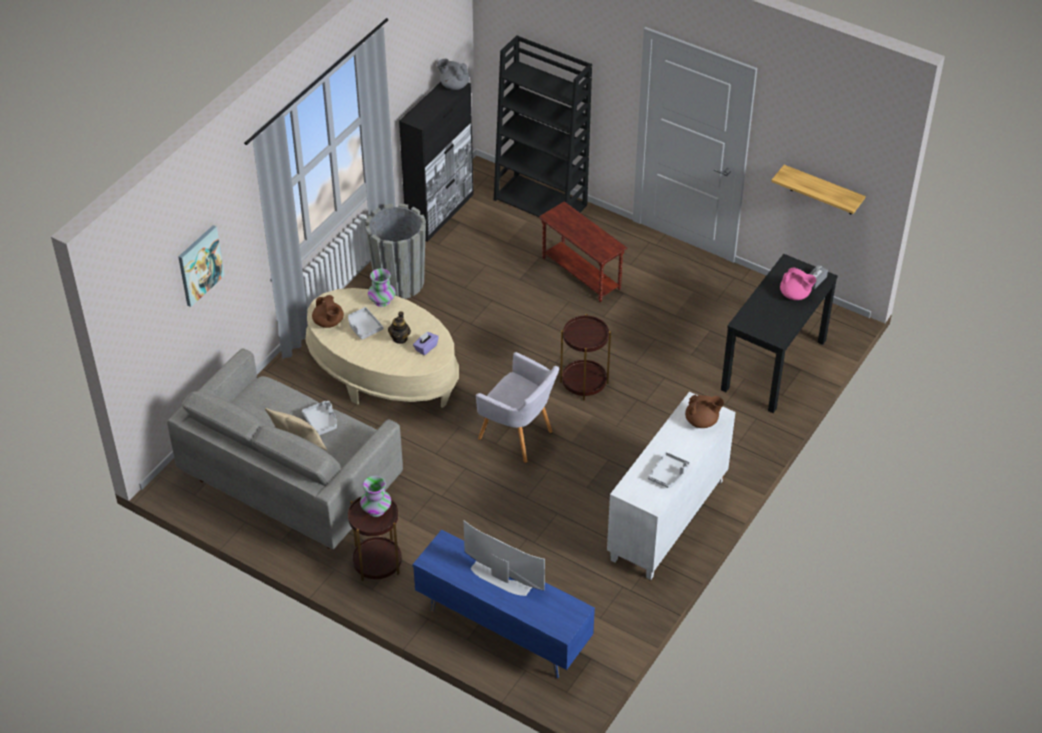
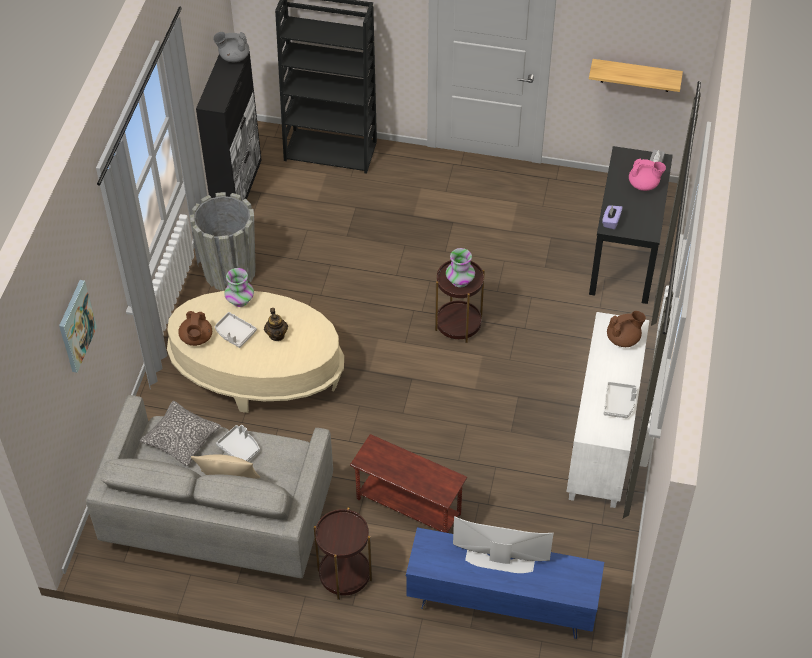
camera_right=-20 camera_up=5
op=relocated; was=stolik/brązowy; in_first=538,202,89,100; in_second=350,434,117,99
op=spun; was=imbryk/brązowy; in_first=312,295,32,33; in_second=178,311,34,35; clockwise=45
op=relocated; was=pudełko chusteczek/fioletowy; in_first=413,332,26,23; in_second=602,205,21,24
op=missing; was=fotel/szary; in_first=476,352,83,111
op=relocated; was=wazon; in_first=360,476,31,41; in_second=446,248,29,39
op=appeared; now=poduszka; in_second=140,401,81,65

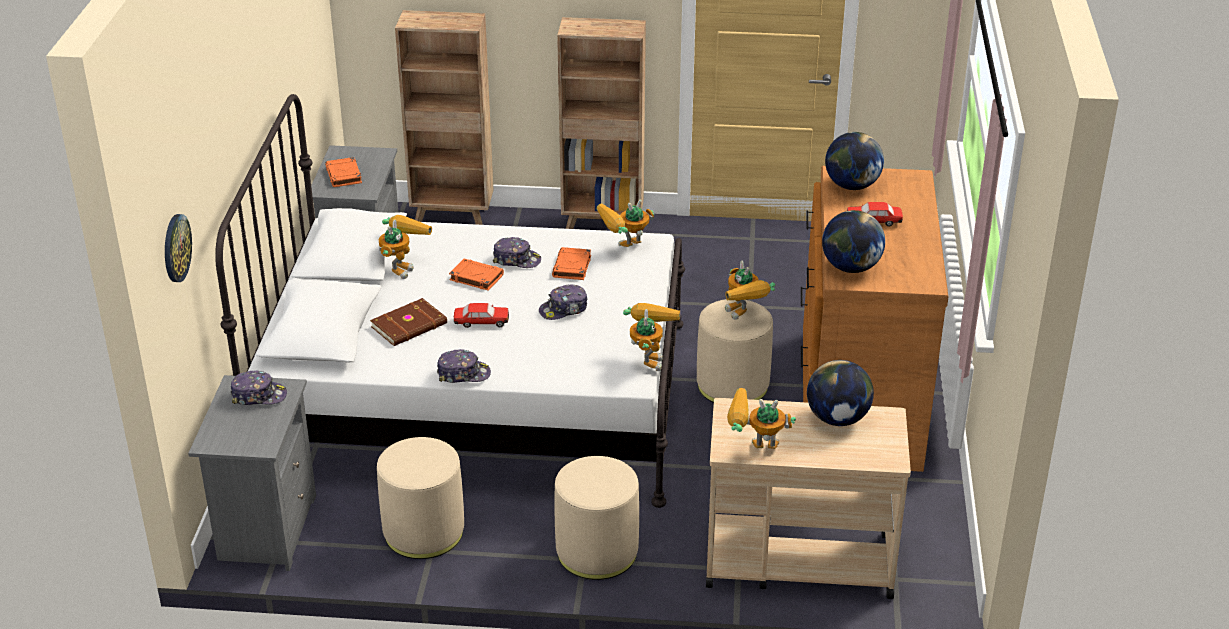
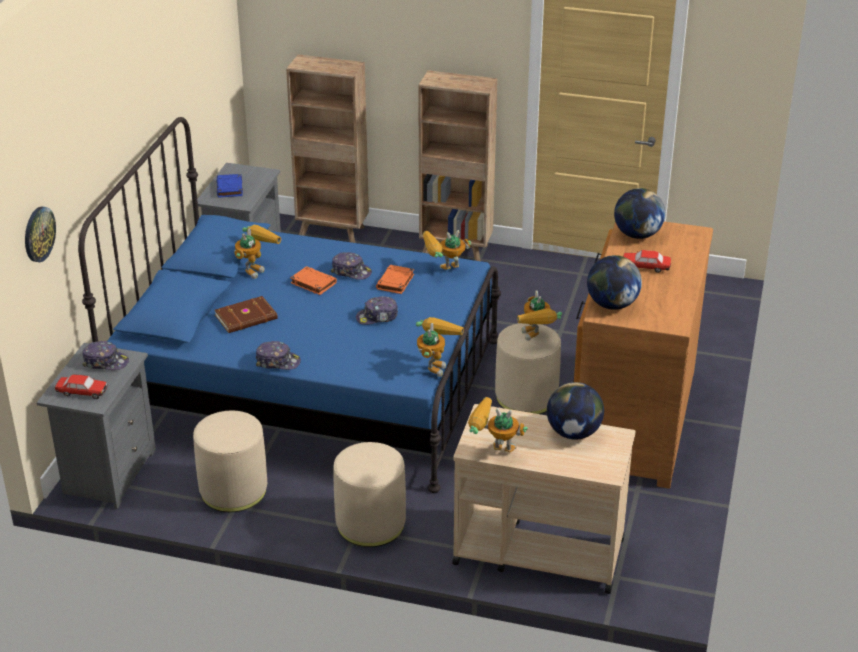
camera_right=10 camera_up=0
op=colour; was=łóżko/biały; now=łóżko/niebieski; in_first=215,94,470,414; in_second=78,117,423,376
op=colour; was=książka/pomarańczowy; now=książka/niebieski; in_first=325,157,37,30; in_second=217,174,26,23
op=relocated; was=samochodzik; in_first=454,303,55,25; in_second=55,374,53,25

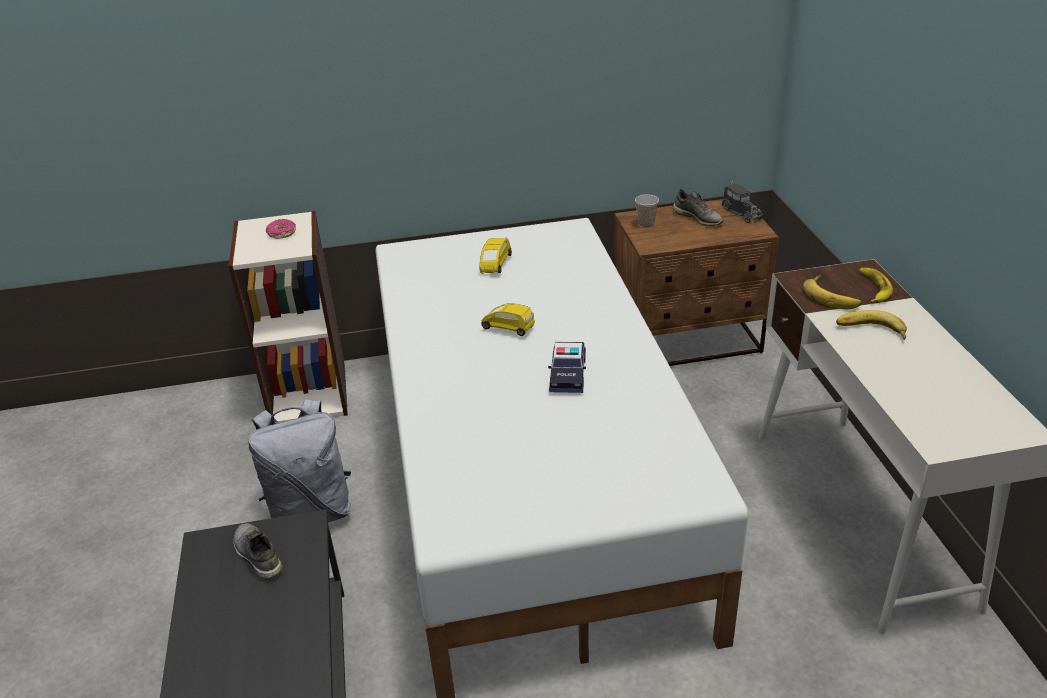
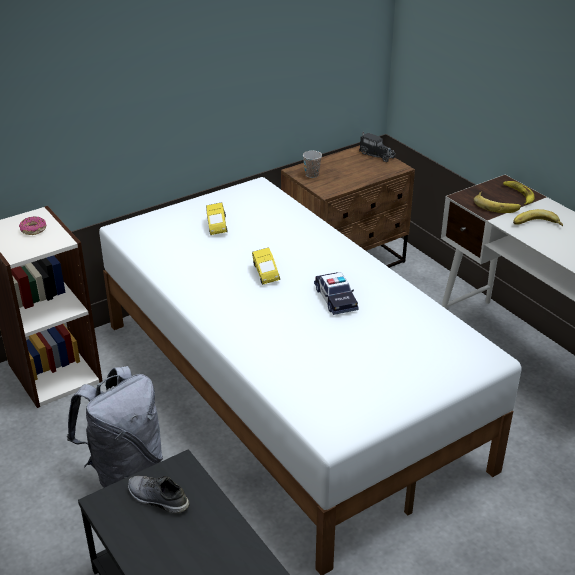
camera_right=-25 camera_up=0
op=missing; was=but/szary; in_first=673,189,51,37
op=spun; was=samochodzik/żółty; in_first=481,303,54,33; in_second=252,247,28,38; clockwise=-105

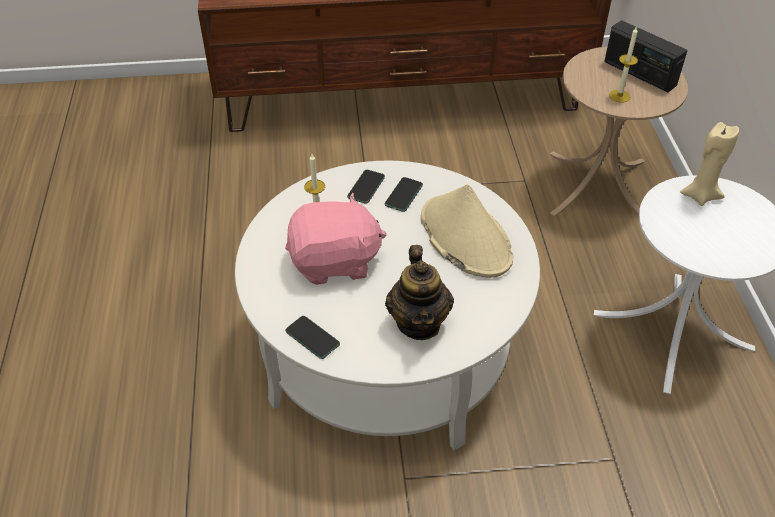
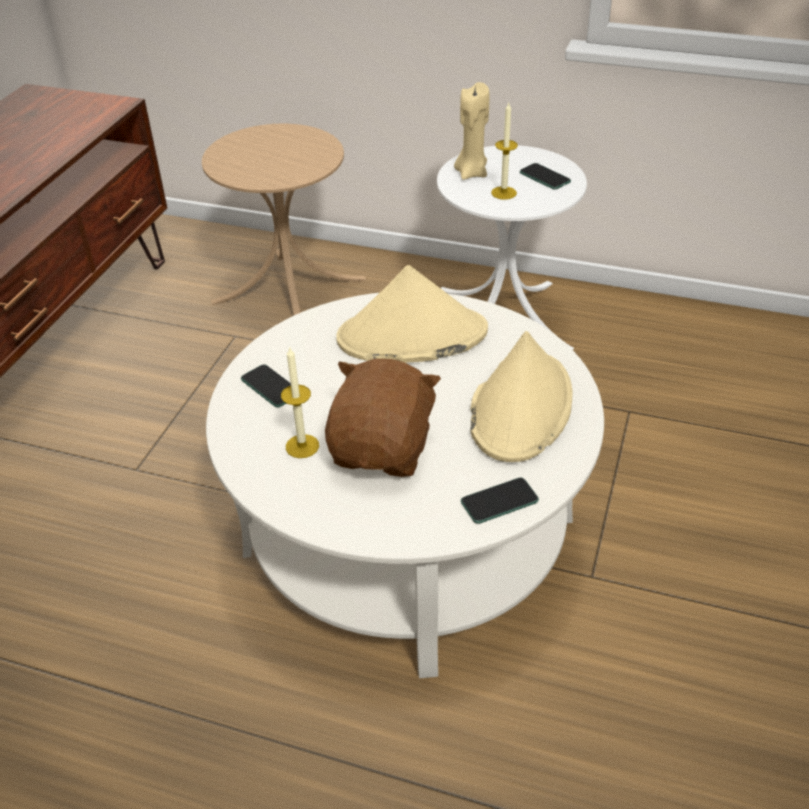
camera_right=-65 camera_up=-5
op=missing; was=radio; in_first=604,20,84,72
op=relocated; was=świeca; in_first=609,26,29,77; in_second=491,103,27,97
op=relocated; was=telefon; in_first=385,177,38,35; in_second=520,163,51,27
op=colour; was=pluszak/różowy; now=pluszak/brązowy; in_first=285,193,102,92; in_second=325,359,116,118
op=exchanged; was=imbryk; now=kapelusz/beżowy; in_first=385,245,69,95; in_second=470,331,102,131

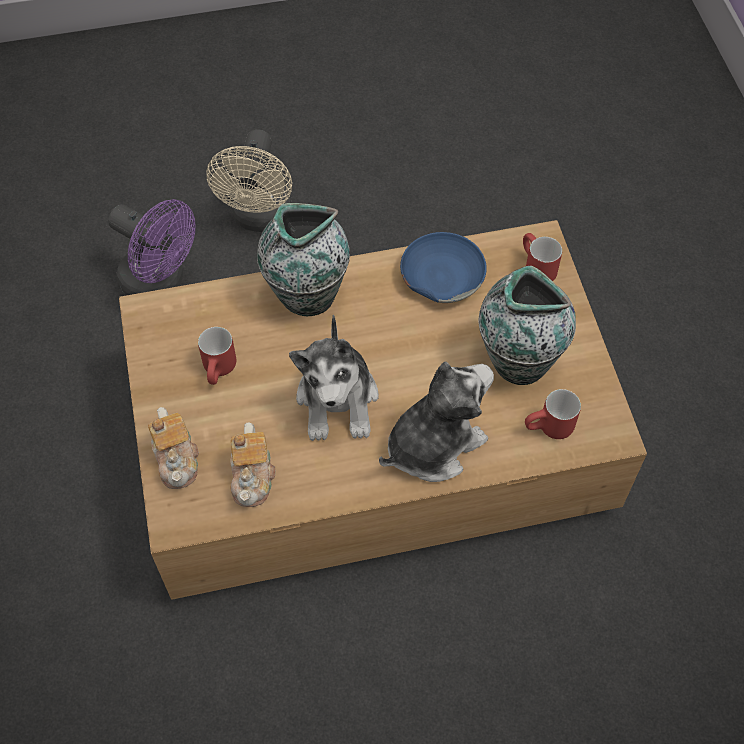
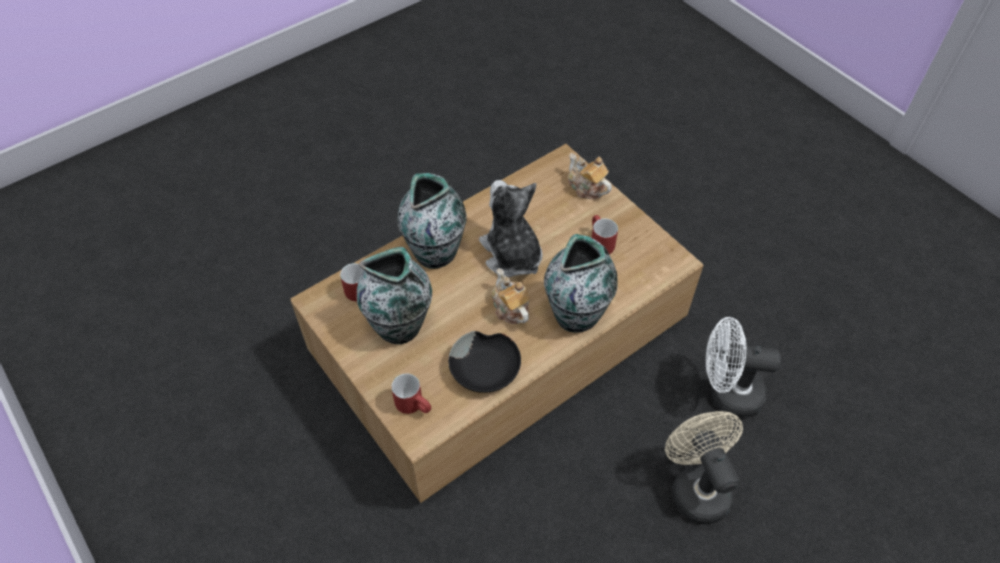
camera_right=155 camera_up=-5
op=colour; was=wentylator/fioletowy; now=wentylator/biały; in_first=108,199,87,96; in_second=706,317,75,101
op=colour; was=miska/niebieski; now=miska/czarny; in_first=400,232,87,71; in_second=448,331,73,62
op=exchanged; was=pluszak; now=wazon; in_first=379,361,115,121; in_second=397,173,70,96
op=relocated; was=imbryk; in_first=230,422,45,85; in_second=492,268,39,56

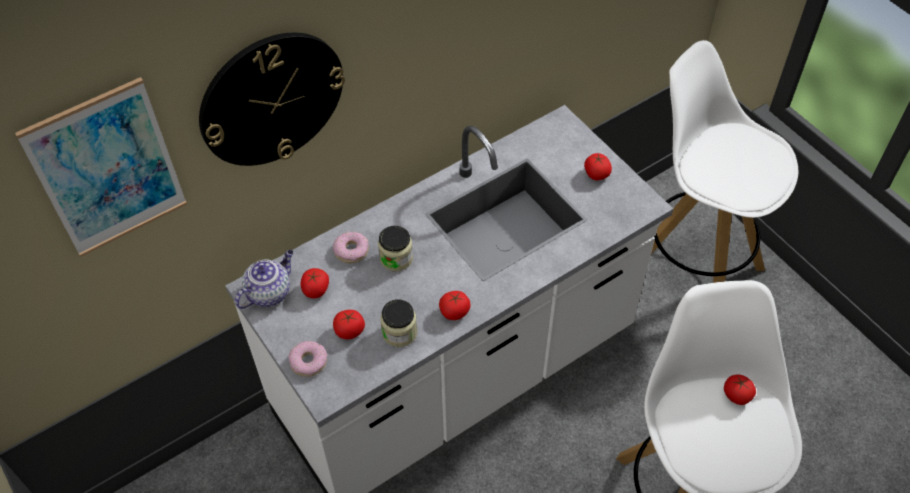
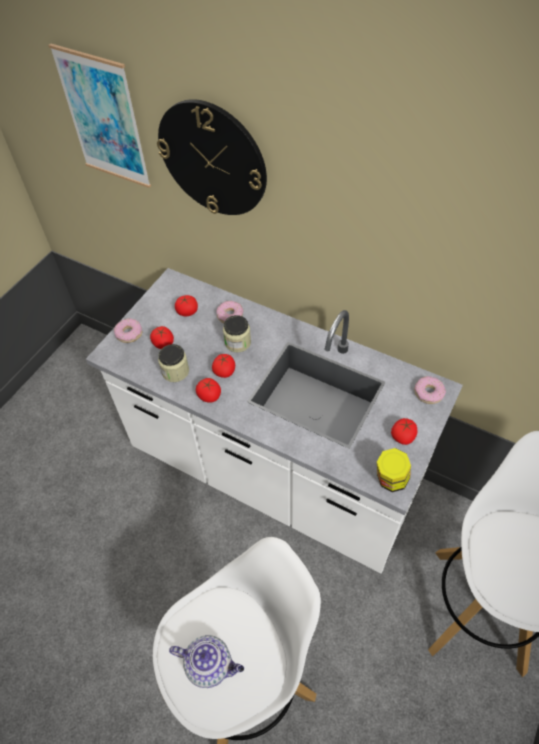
camera_right=65 camera_up=0
op=relocated; was=imbryk; in_first=235,250,58,59; in_second=169,635,75,53
op=relocated; was=pomidor; in_first=724,374,32,31; in_second=212,354,23,24
op=appeared; now=donut; in_second=414,376,32,28
op=appeared; now=słoik; in_second=377,448,34,44

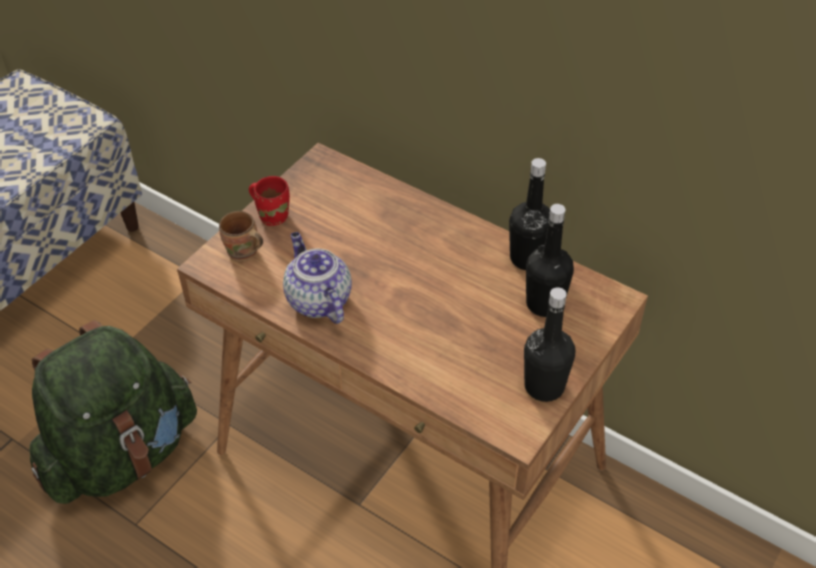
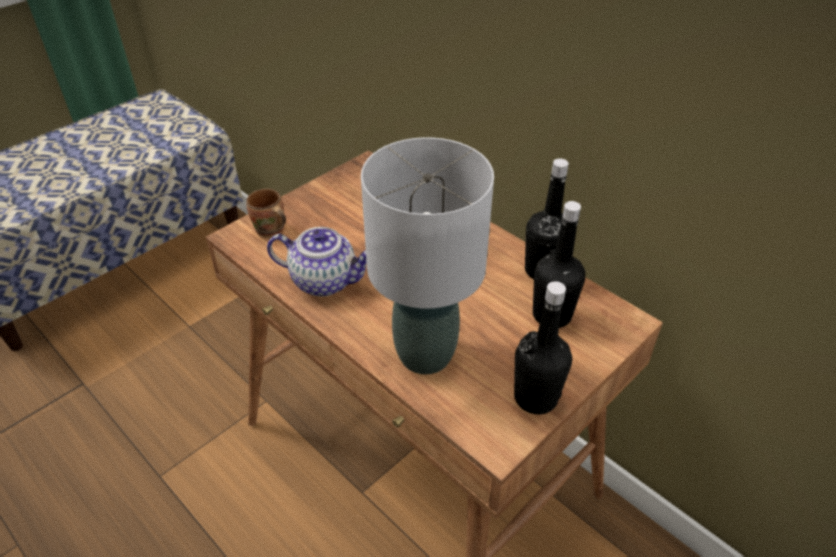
camera_right=10 camera_up=-5
op=missing; was=kubek/czerwony; in_first=249,176,41,50
op=spun; was=imbryk; in_first=283,232,69,92; in_second=267,227,100,70; clockwise=120
op=missing; was=plecak/zielony; in_first=29,320,168,184
op=appeared; now=lampa stołowa/szary; in_second=361,137,133,237

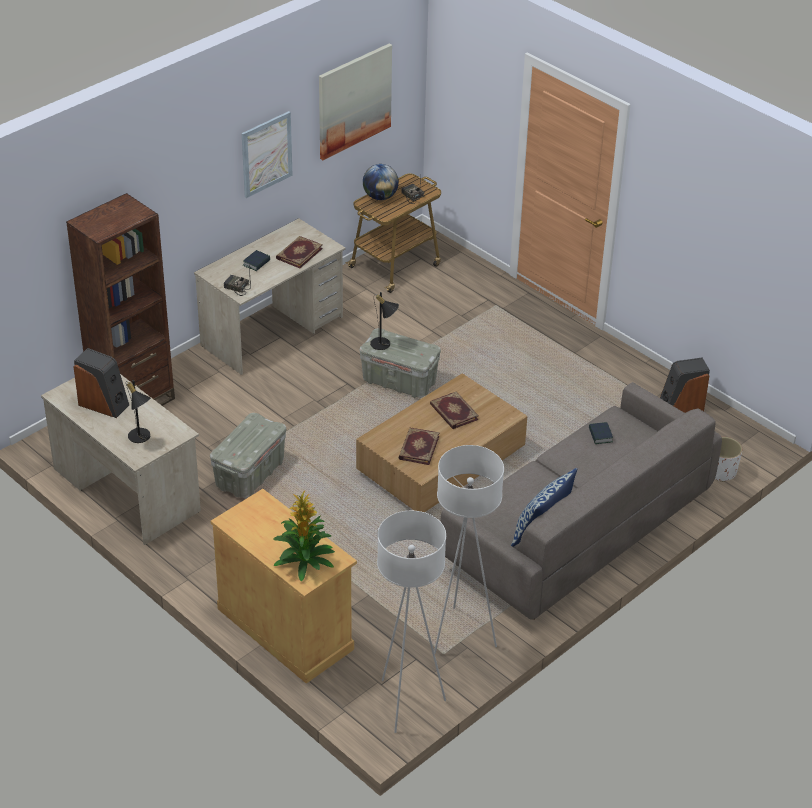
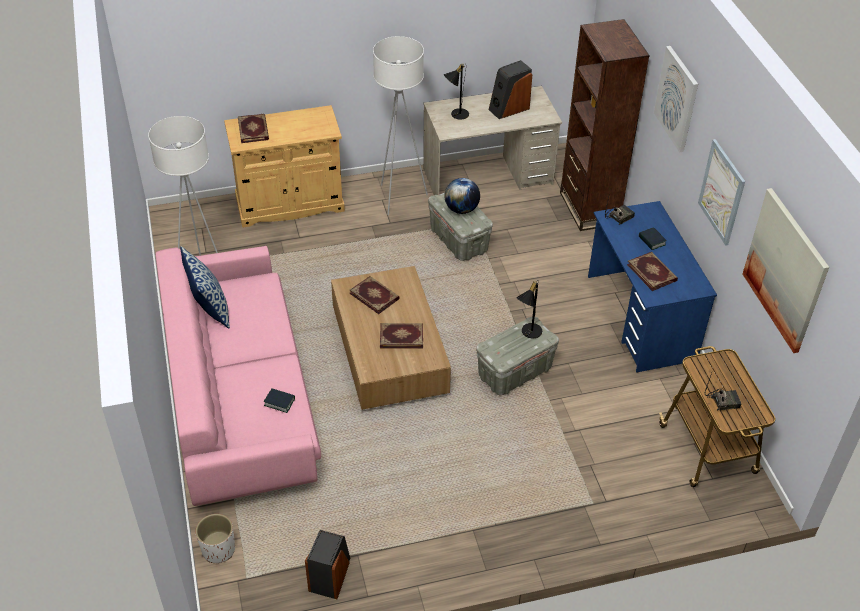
camera_right=120 camera_up=5
op=relocated; was=globus; in_first=363,164,36,36; in_second=444,178,36,36
op=colour; was=biurko/beżowy; now=biurko/niebieski; in_first=194,218,151,157; in_second=588,201,129,171
op=colour; was=kanapa/szary; now=kanapa/różowy; in_first=440,382,282,238; in_second=156,246,165,260
op=exchanged; was=roślina doniczkowa; now=książka; in_first=273,491,62,91; in_second=238,114,31,29
op=relocated; was=lampa stojąca/biały; in_first=377,511,69,222; in_second=373,36,55,179
op=appeared; now=obraz; in_second=654,46,44,106

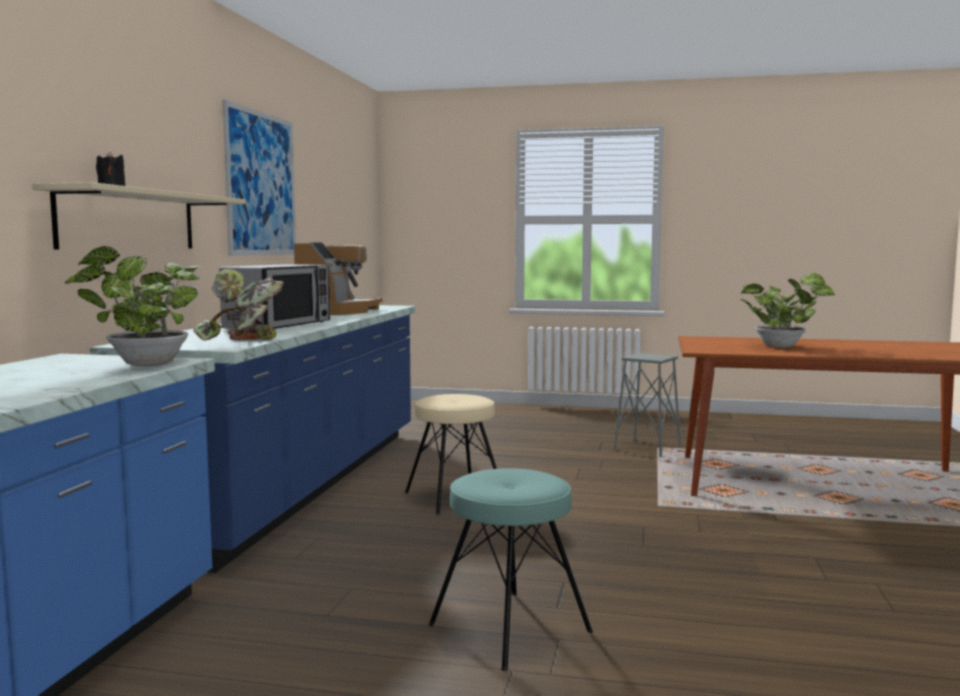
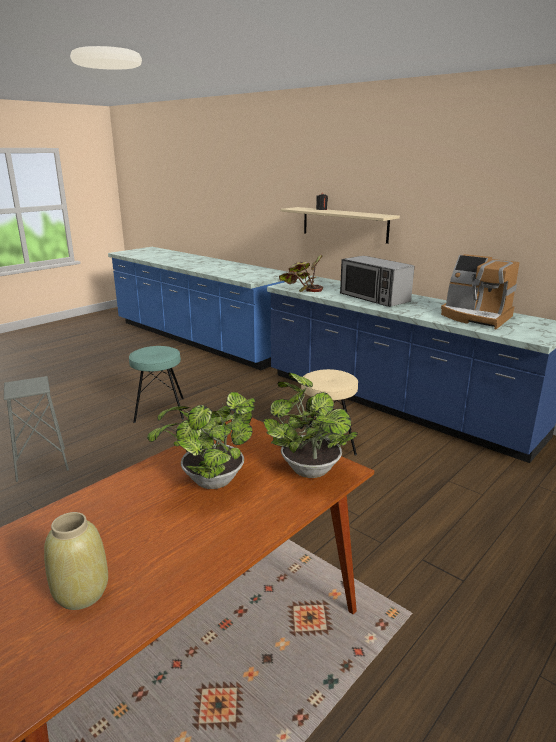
camera_right=120 camera_up=15
op=missing; was=obraz; in_first=222,99,74,157
op=relocated; was=roślina doniczkowa; in_first=65,246,135,121; in_second=263,372,95,106
op=relocated; was=stołek/szary; in_first=613,353,68,104; in_second=4,376,65,106
op=appeared; now=wazon/beżowy; in_second=44,512,64,98

